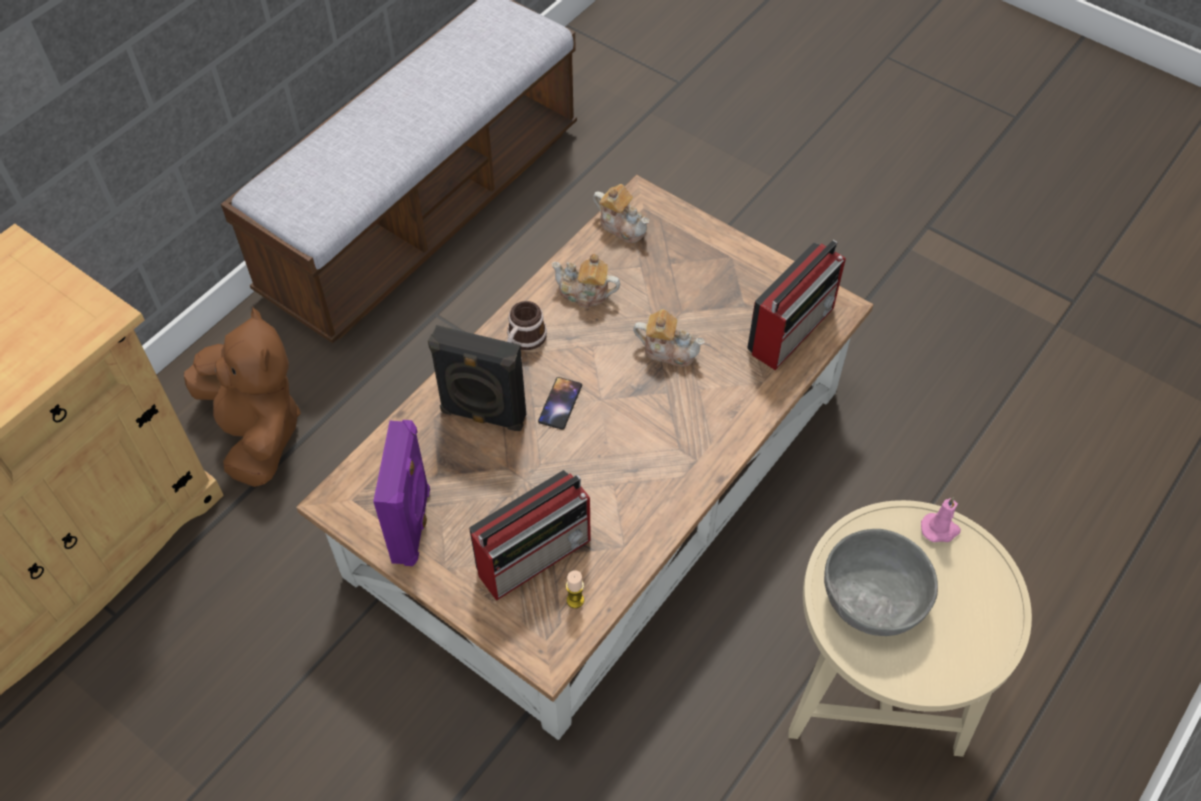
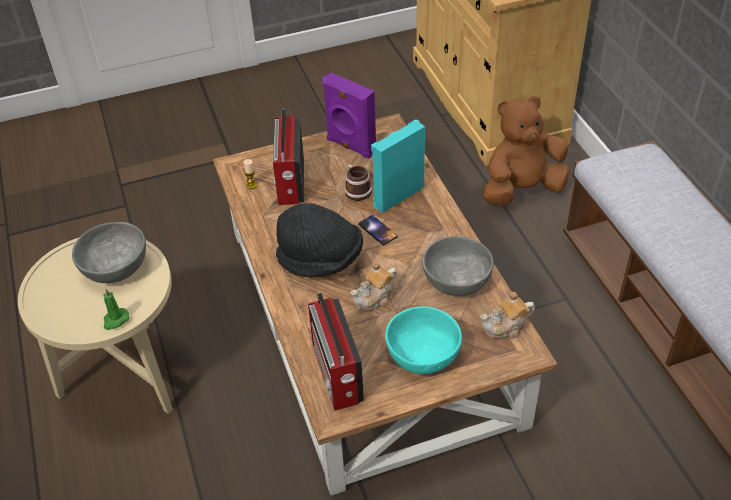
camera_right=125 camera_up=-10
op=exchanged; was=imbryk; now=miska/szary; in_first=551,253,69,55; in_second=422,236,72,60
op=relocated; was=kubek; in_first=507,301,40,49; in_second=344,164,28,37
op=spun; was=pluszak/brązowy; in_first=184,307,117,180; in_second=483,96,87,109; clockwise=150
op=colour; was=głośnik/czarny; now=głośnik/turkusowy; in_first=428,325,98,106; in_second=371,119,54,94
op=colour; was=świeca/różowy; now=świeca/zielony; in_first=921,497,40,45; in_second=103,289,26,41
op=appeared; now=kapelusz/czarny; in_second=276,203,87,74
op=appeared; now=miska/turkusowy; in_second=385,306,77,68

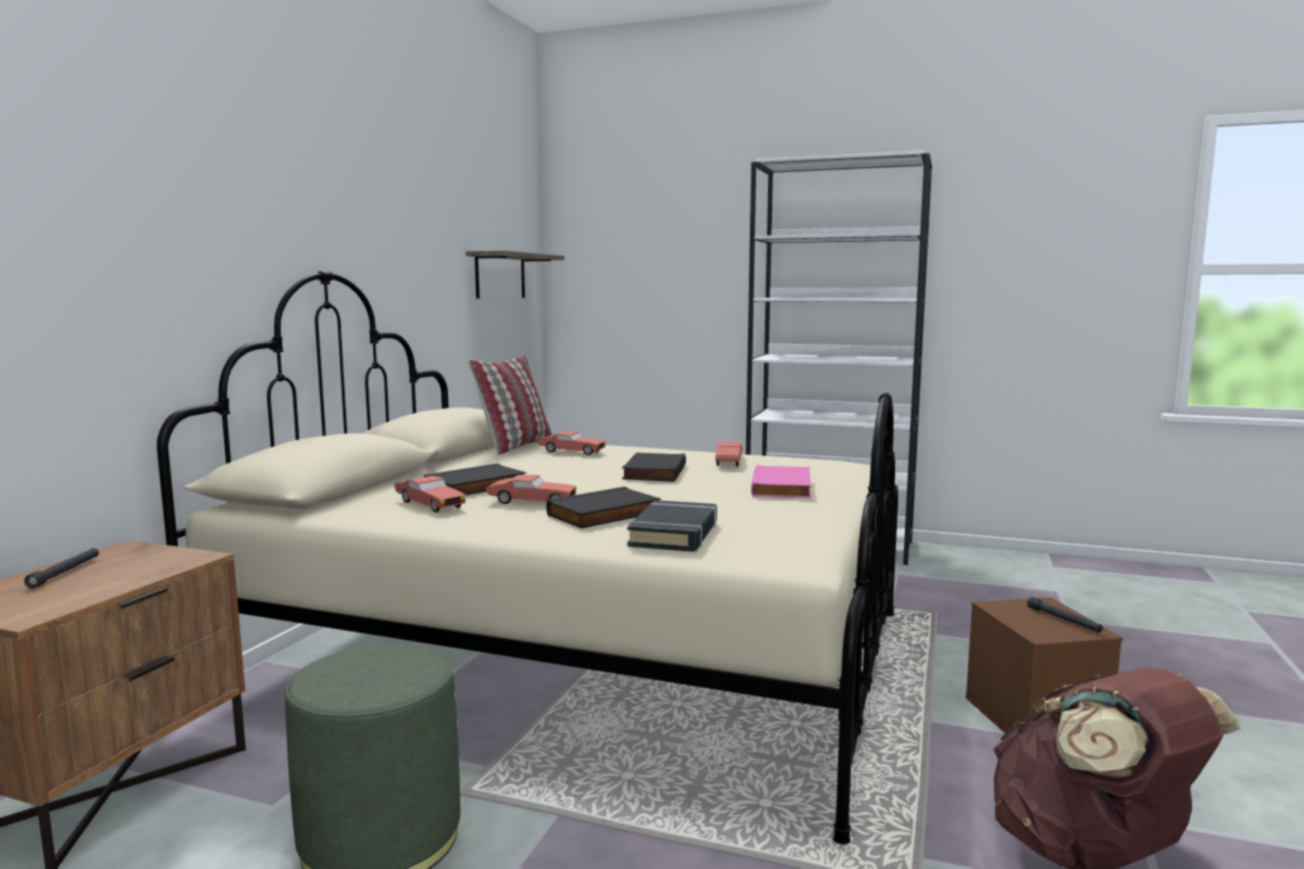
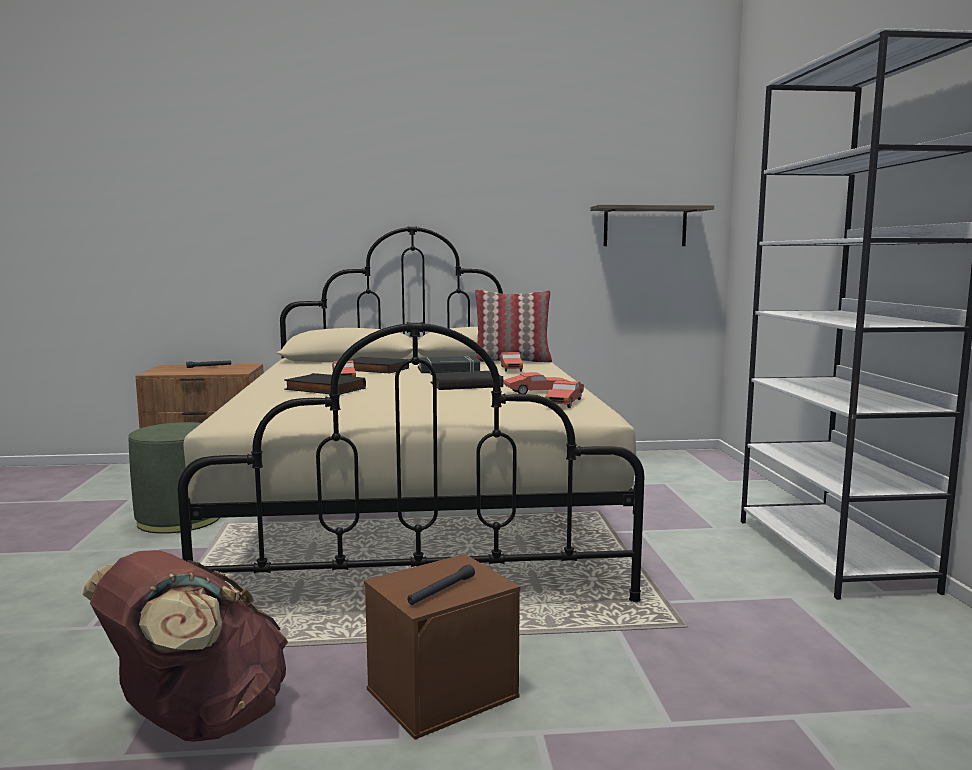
camera_right=65 camera_up=0
op=missing; was=książka/różowy; in_first=751,465,60,33
op=relocated; was=samochodzik/czerwony; in_first=395,476,71,37; in_second=545,381,39,27
op=relocated; was=książka/czarny; in_first=627,500,90,52; in_second=418,356,62,17

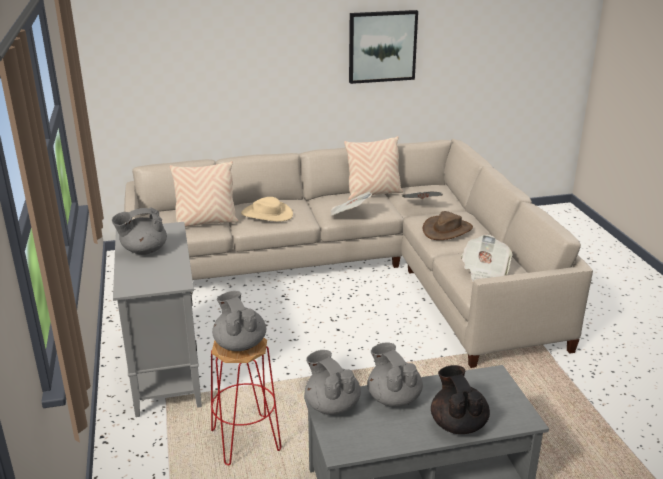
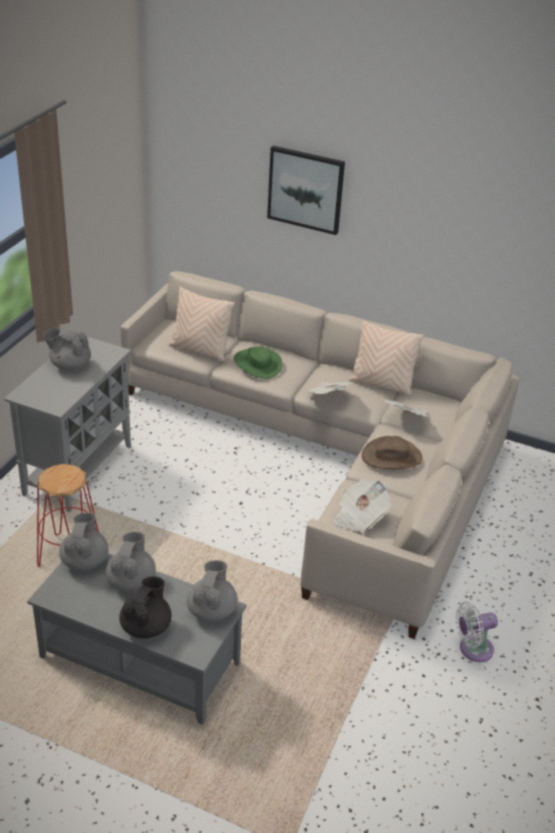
camera_right=35 camera_up=10
op=relocated; was=obraz; in_first=349,10,69,74; in_second=267,146,78,89
op=colour; was=kapelusz/beżowy; now=kapelusz/zielony; in_first=241,197,52,24; in_second=234,346,48,33
op=relocated; was=imbryk/szary; in_first=212,291,54,60; in_second=187,560,51,61
op=appeared; now=wentylator/biały; in_second=455,602,43,60

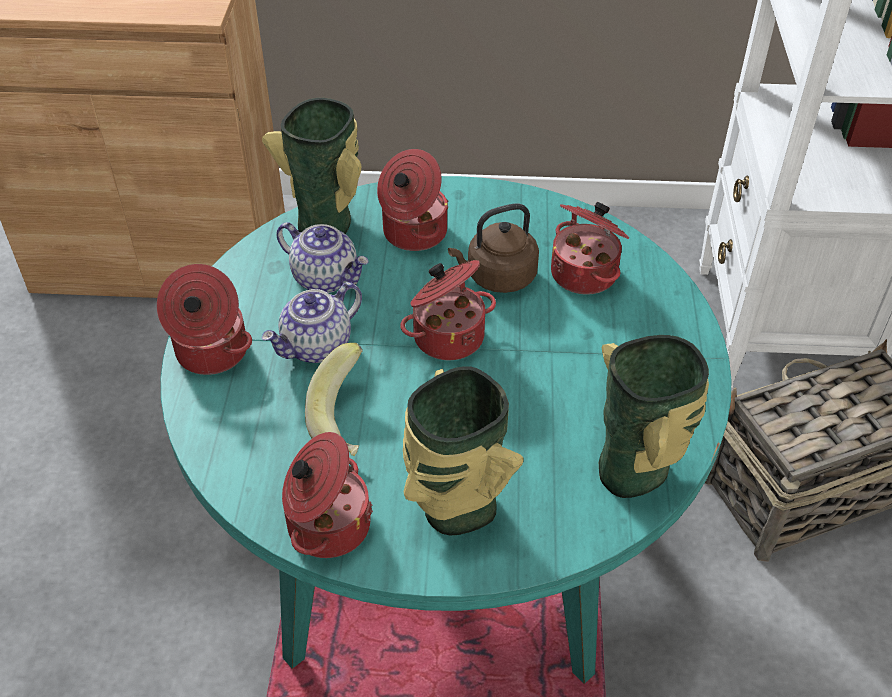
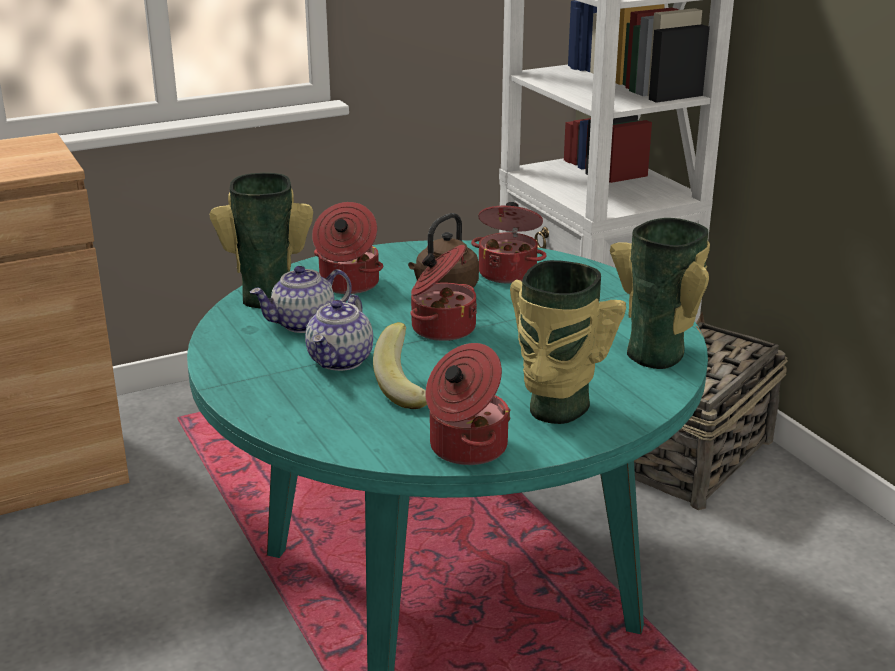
camera_right=-30 camera_up=-20
op=spun; was=imbryk; in_first=277,222,92,71; in_second=250,266,102,67; clockwise=150
op=missing; was=garnek; in_first=157,264,95,111

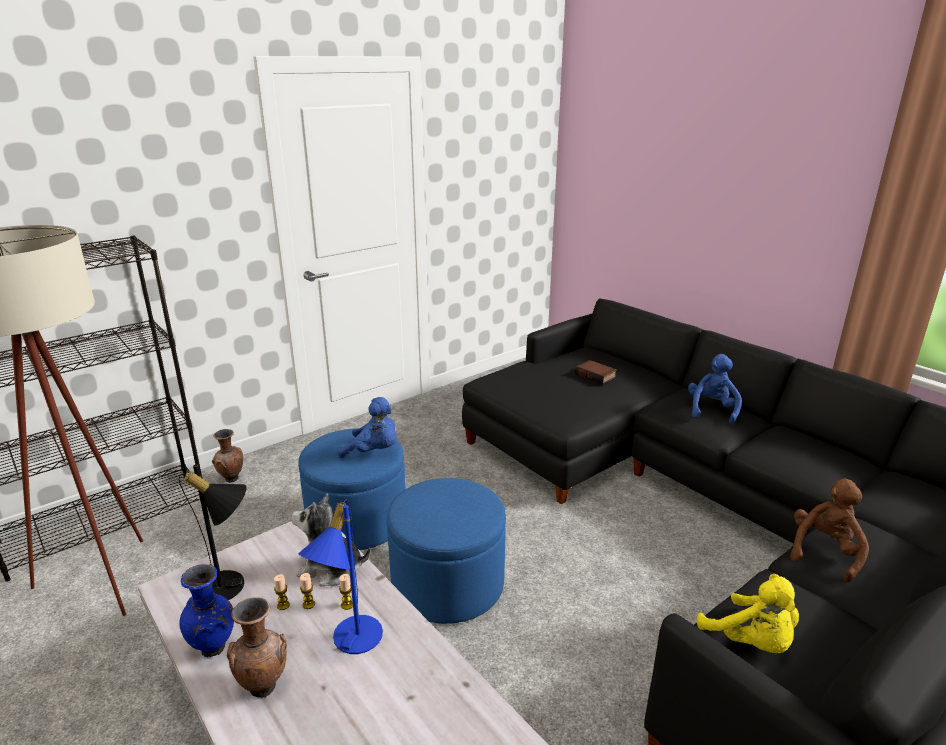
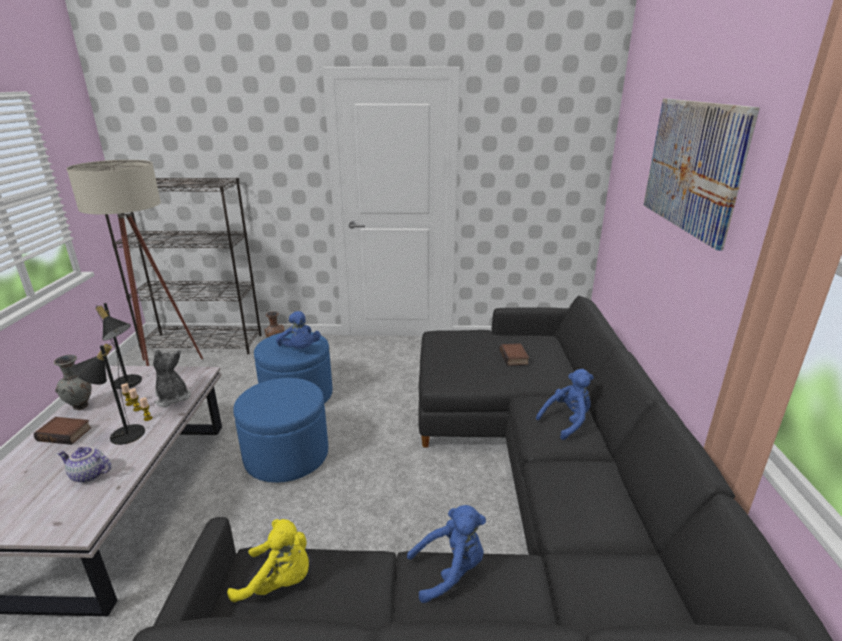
camera_right=40 camera_up=0
op=colour; was=pluszak/brązowy; now=pluszak/niebieski; in_first=790,479,79,104; in_second=407,505,79,98
op=colour; was=lampa stołowa/niebieski; now=lampa stołowa/czarny; in_first=298,499,85,155; in_second=72,343,73,102
op=colour; was=wazon/niebieski; now=wazon/szary; in_first=179,564,55,93; in_second=54,355,38,55
op=spun; was=pluszak/żółty; in_first=696,574,103,79; in_second=227,519,82,83; clockwise=-90
op=exchanged; was=wazon/brązowy; now=książka; in_first=227,597,60,101; in_second=34,417,57,28
op=appeared; now=obraz; in_second=644,99,116,151
op=appeared; now=imbryk; in_second=57,446,55,37

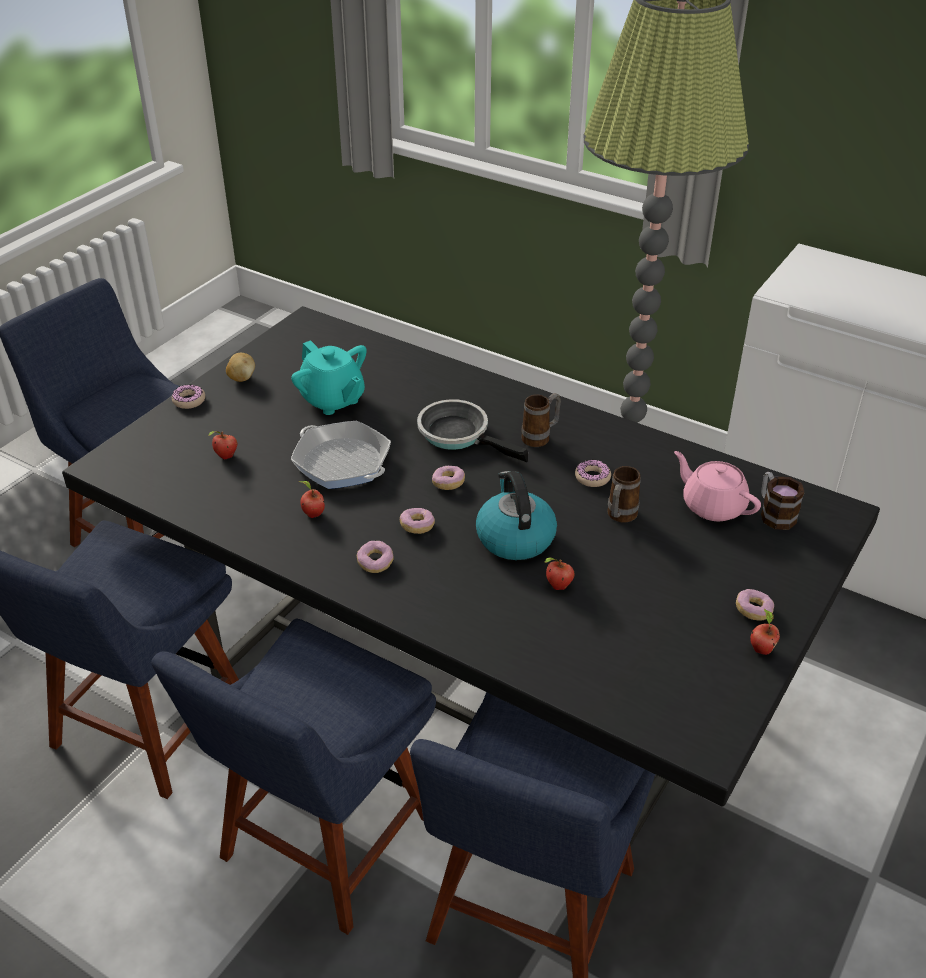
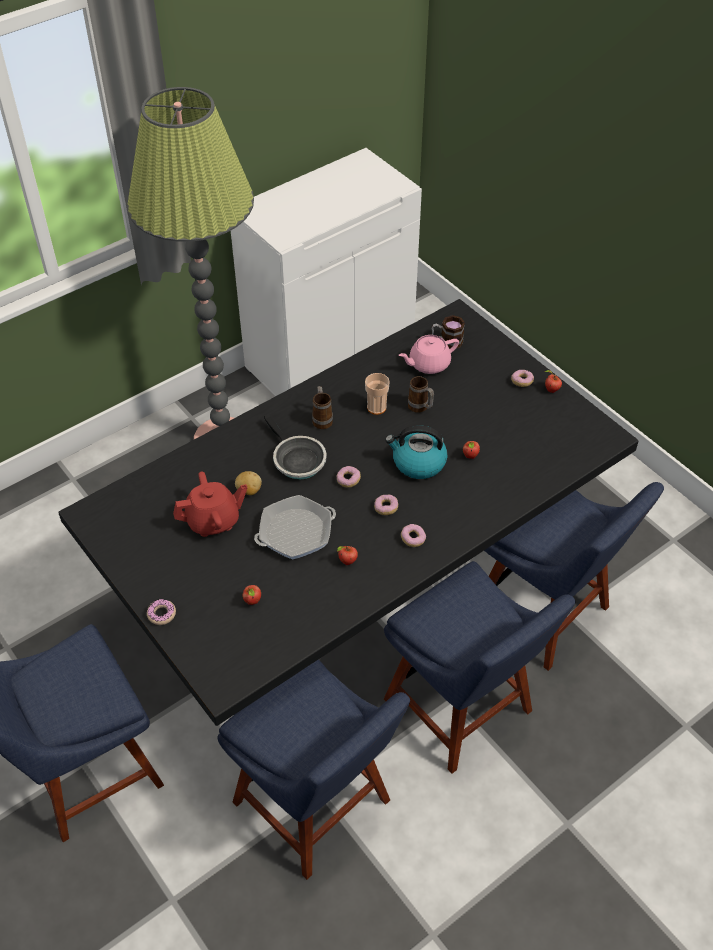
camera_right=-70 camera_up=10
op=colour; was=imbryk/turkusowy; now=imbryk/czerwony; in_first=291,340,76,75; in_second=173,471,75,66
op=relocated; was=ziemniak; in_first=226,353,29,29; in_second=235,471,27,24
op=spun; was=patelnia; in_first=417,399,111,63; in_second=264,415,63,64; clockwise=-90
op=exchanged; was=donut; now=filiżanka; in_first=575,460,36,27; in_second=365,373,25,42

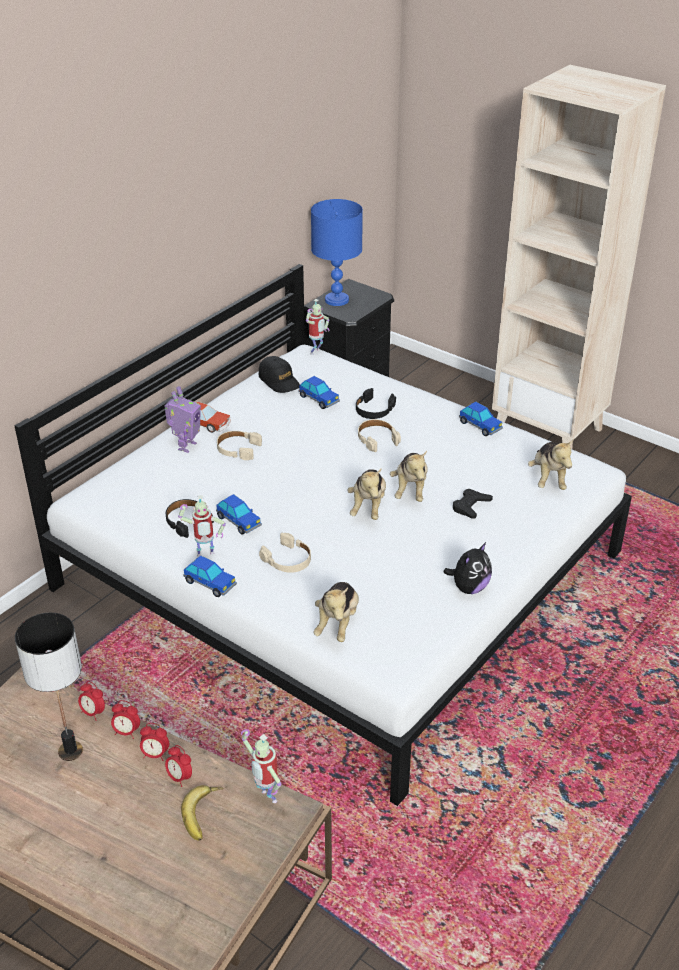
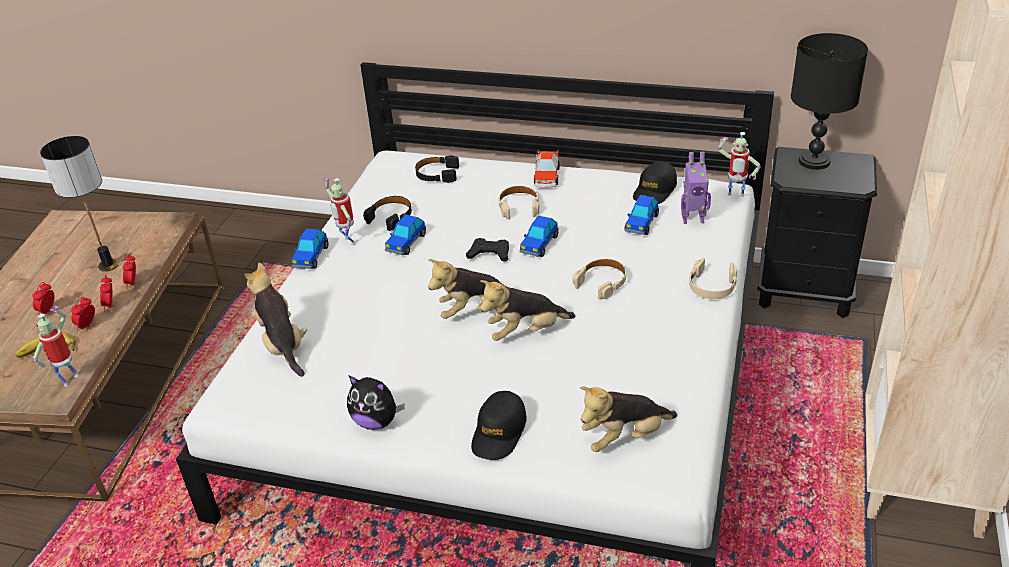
camera_right=70 camera_up=0
op=colour; was=lampa stołowa/niebieski; now=lampa stołowa/czarny; in_first=311,199,52,107; in_second=791,33,77,137
op=relocated; was=robot zabawkowy; in_first=164,386,37,67; in_second=681,152,30,72
op=relocated; was=słuchawki/czarny; in_first=356,388,40,31; in_second=415,155,44,28
op=relocated; was=samochodzik; in_first=459,402,44,34; in_second=520,215,38,42
op=relocated; was=pad do gier/czarny; in_first=453,489,40,30; in_second=466,238,43,24
op=relocated; was=słuchawki/beżowy; in_first=259,533,52,40; in_second=689,258,48,41
op=spun; was=pluszak; in_first=313,582,46,60; in_second=244,262,63,115; clockwise=75
op=relocated; was=budzik; in_first=78,681,27,40; in_second=32,282,22,32
op=appeared; now=czapka z daszkiem/czarny; in_second=471,391,56,69

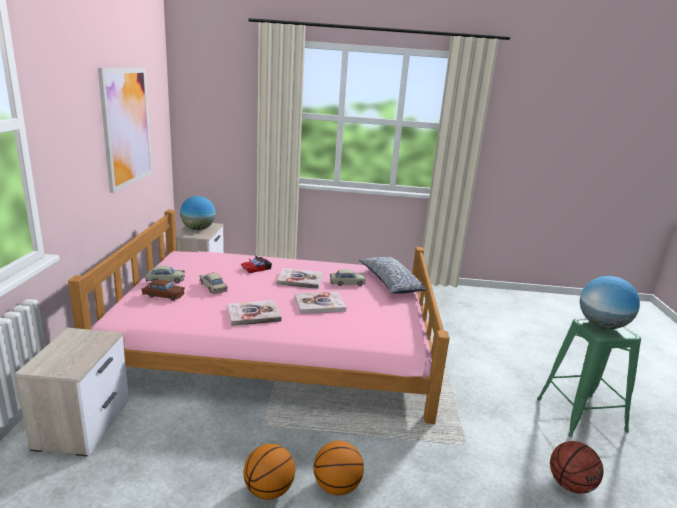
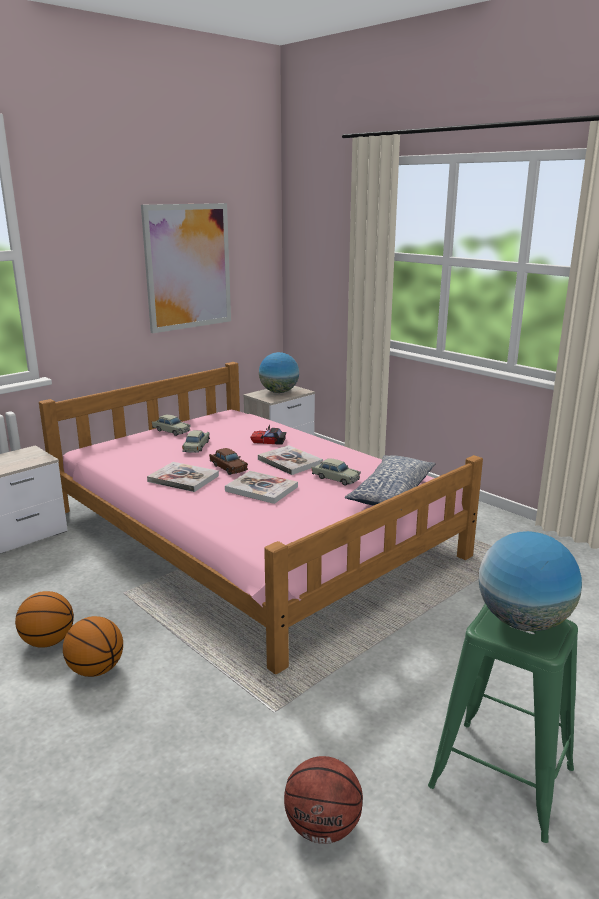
camera_right=45 camera_up=0
op=relocated; was=samochodzik/brązowy; in_first=141,280,44,21; in_second=209,448,39,27

